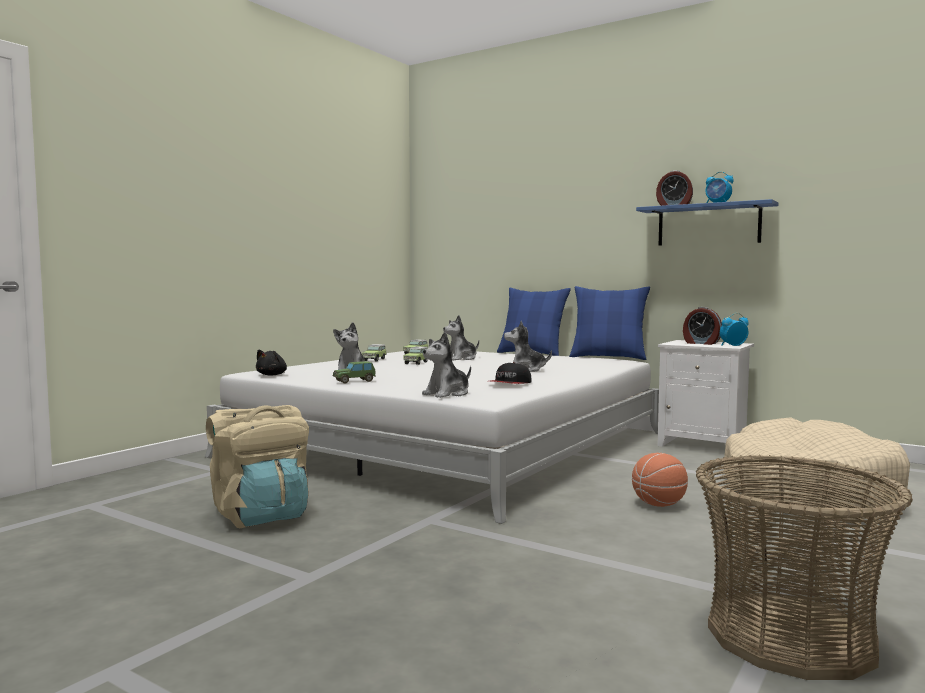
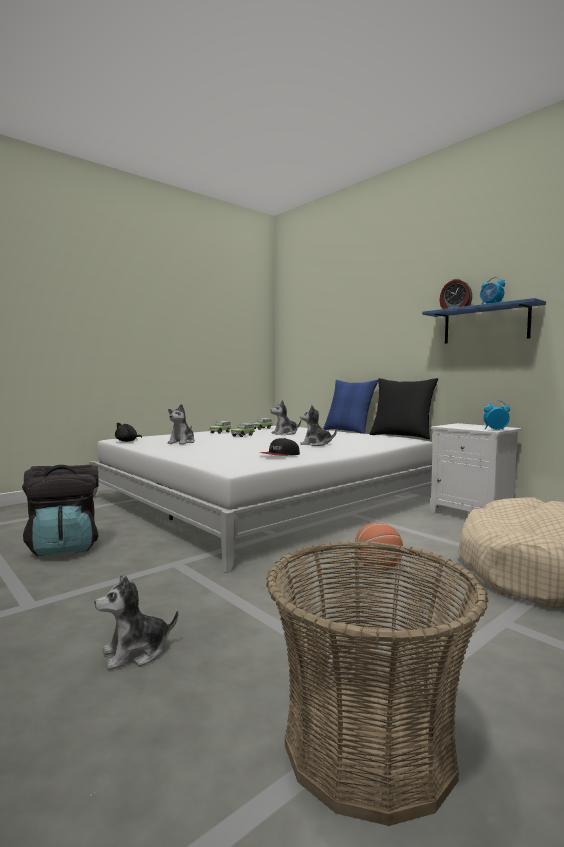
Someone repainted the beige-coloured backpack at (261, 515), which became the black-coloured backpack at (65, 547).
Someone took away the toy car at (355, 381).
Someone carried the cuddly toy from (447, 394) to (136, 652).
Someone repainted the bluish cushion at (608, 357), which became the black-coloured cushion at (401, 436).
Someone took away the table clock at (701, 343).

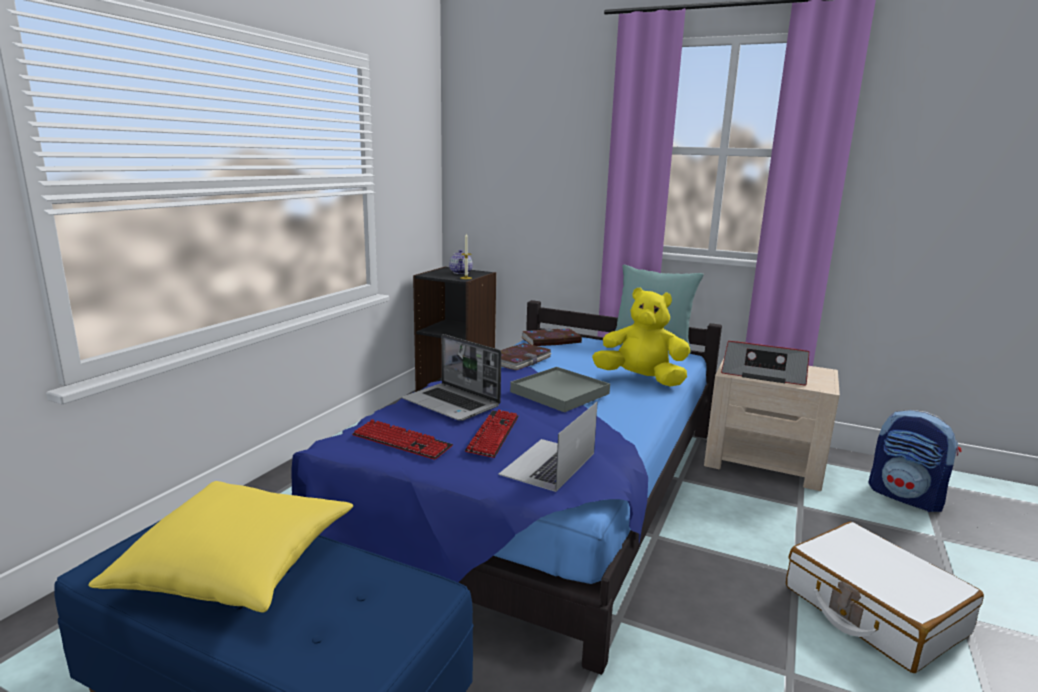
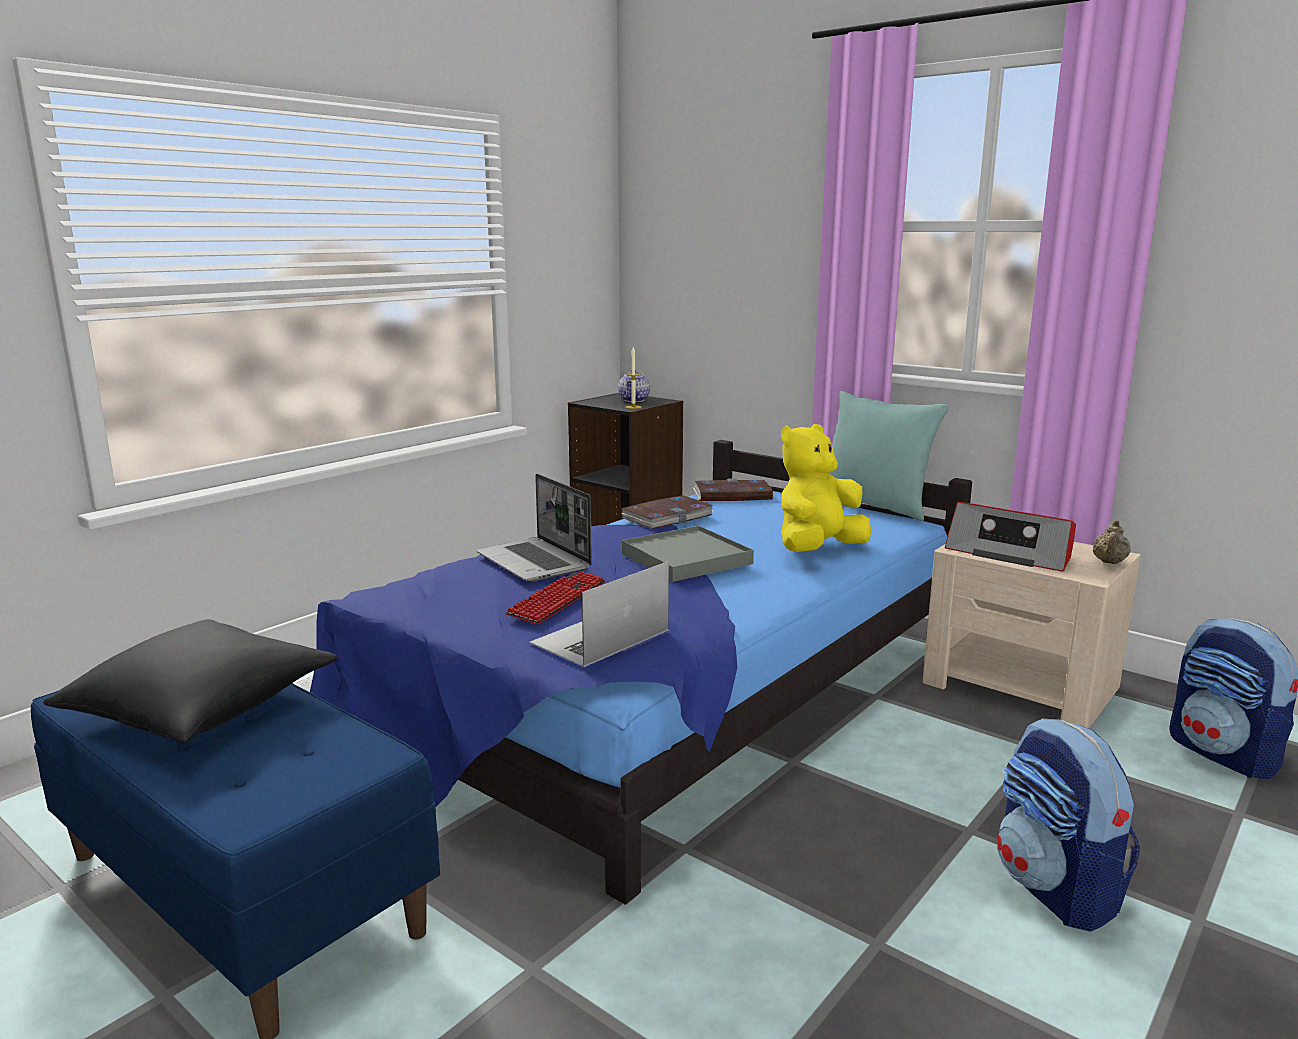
Someone repainted the yellow cushion at (238, 566), which became the black-coloured cushion at (202, 708).
Someone took away the keyboard at (401, 442).
Someone rotated the yellow cuddly toy at (641, 379) by 75 degrees counterclockwise.
Someone swapped the white suitcase at (872, 610) for the backpack at (1056, 889).
Someone put down the beige-coloured tea pot at (1109, 562).

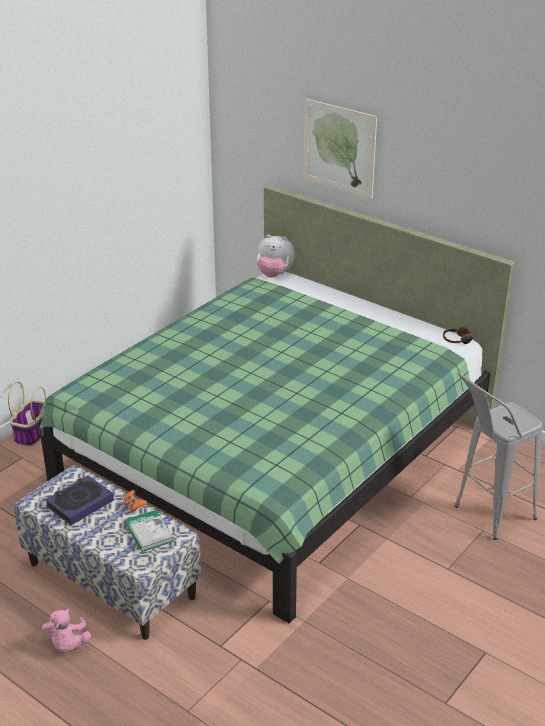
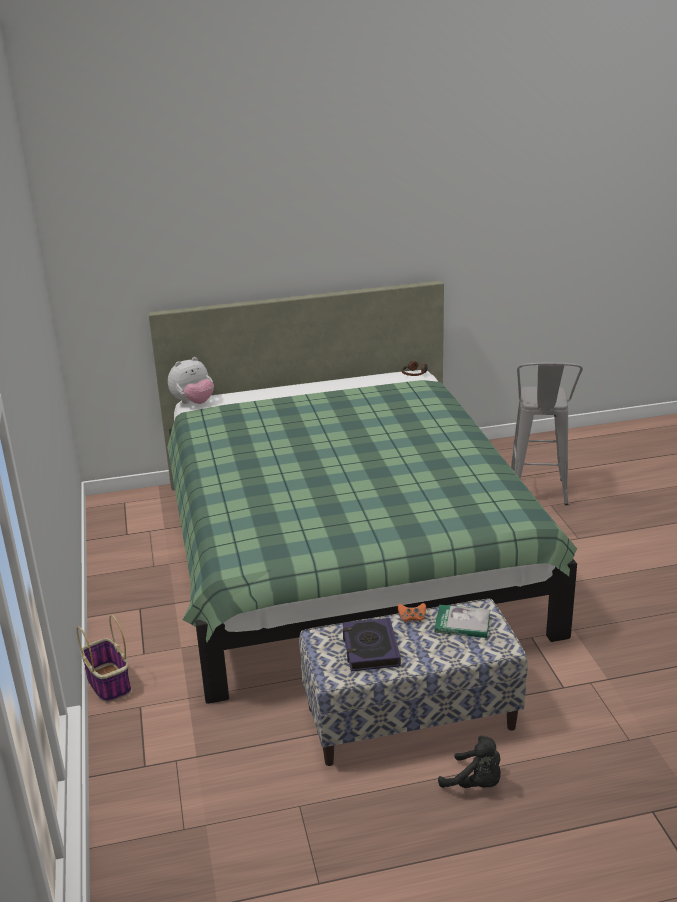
Someone repainted the pinkish cuddly toy at (68, 644), which became the black-coloured cuddly toy at (475, 783).
Someone took away the picture at (339, 148).

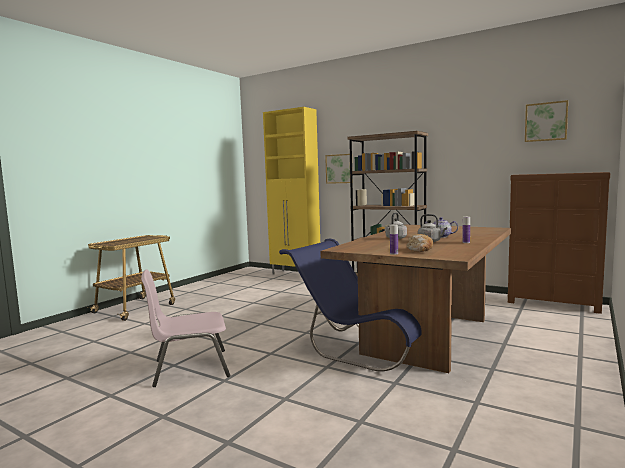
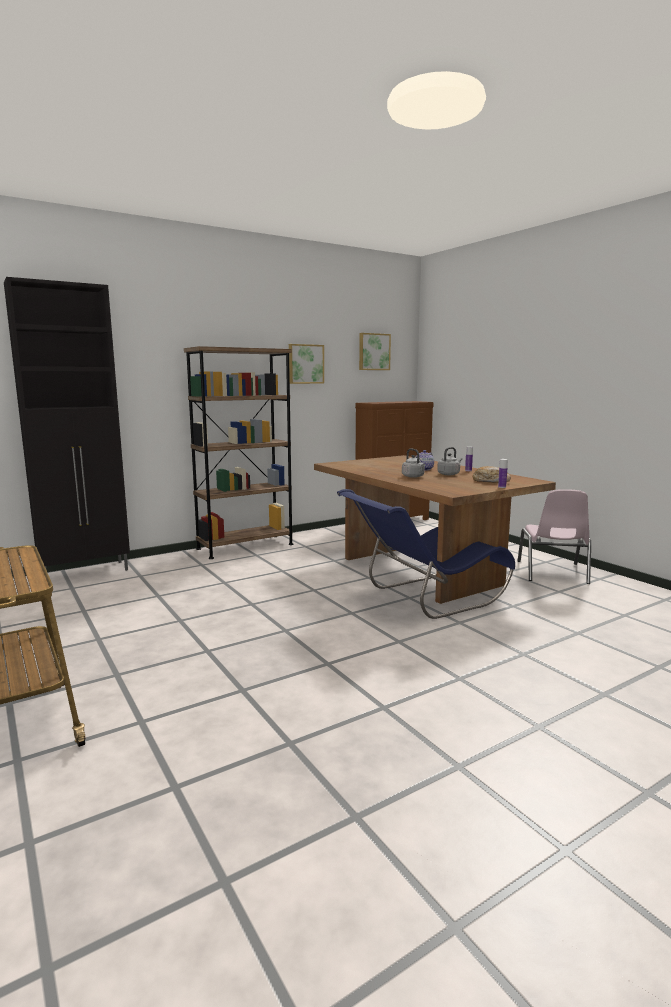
Someone carried the pinkish plain chair from (190, 368) to (552, 572).
Someone repainted the yellow cupboard at (296, 274), which became the black-coloured cupboard at (86, 572).
Someone carried the picture from (339, 168) to (305, 364).

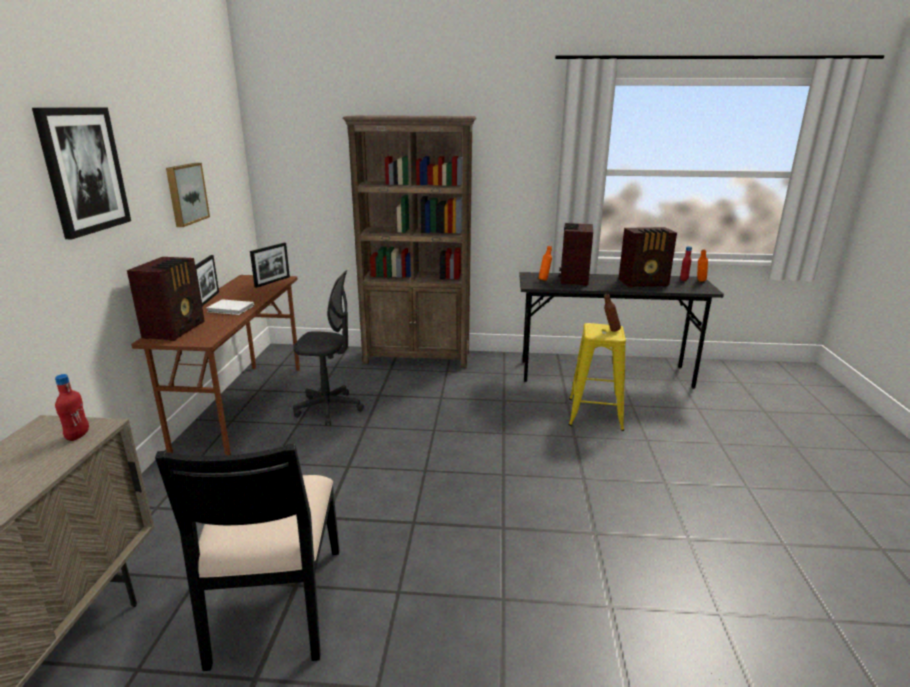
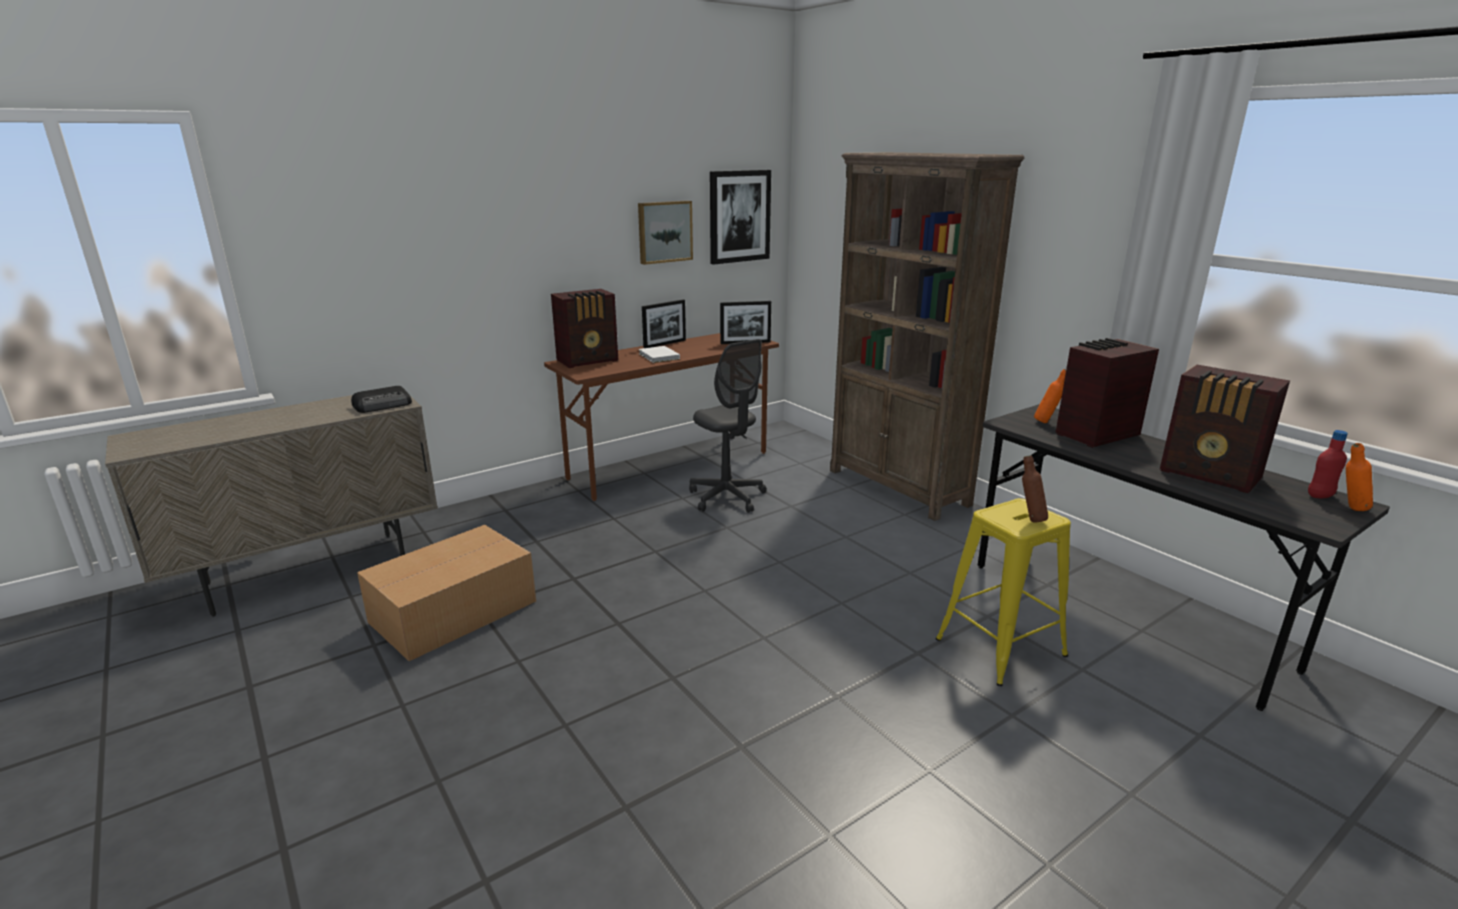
Someone carried the picture from (84, 170) to (739, 216).
Someone swapped the red-coloured drink bottle at (77, 436) for the radio at (383, 405).
Someone swapped the black-coloured plain chair at (274, 604) for the carton at (451, 612).

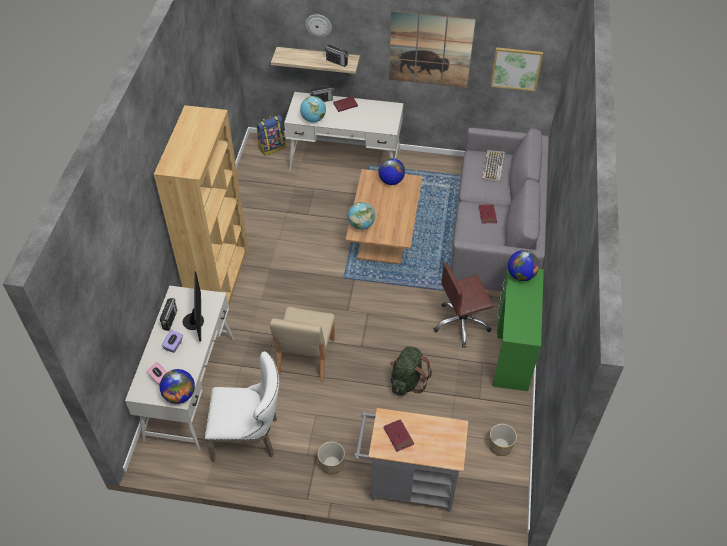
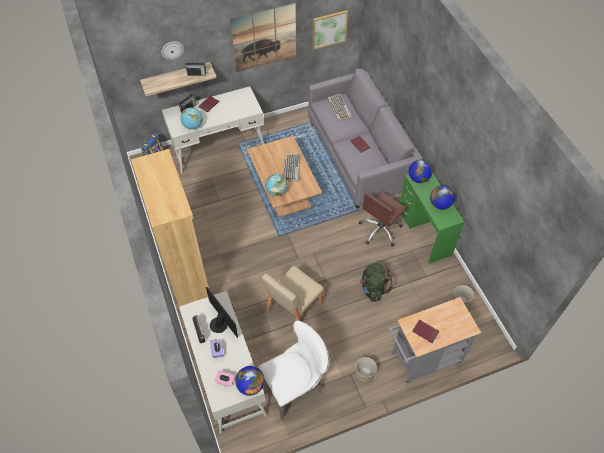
Someone rotated the beige-coloured plain chair at (305, 357) by 60 degrees clockwise.
Someone carried the desk globe from (391, 181) to (440, 204).
Someone put down the keyboard at (292, 168).

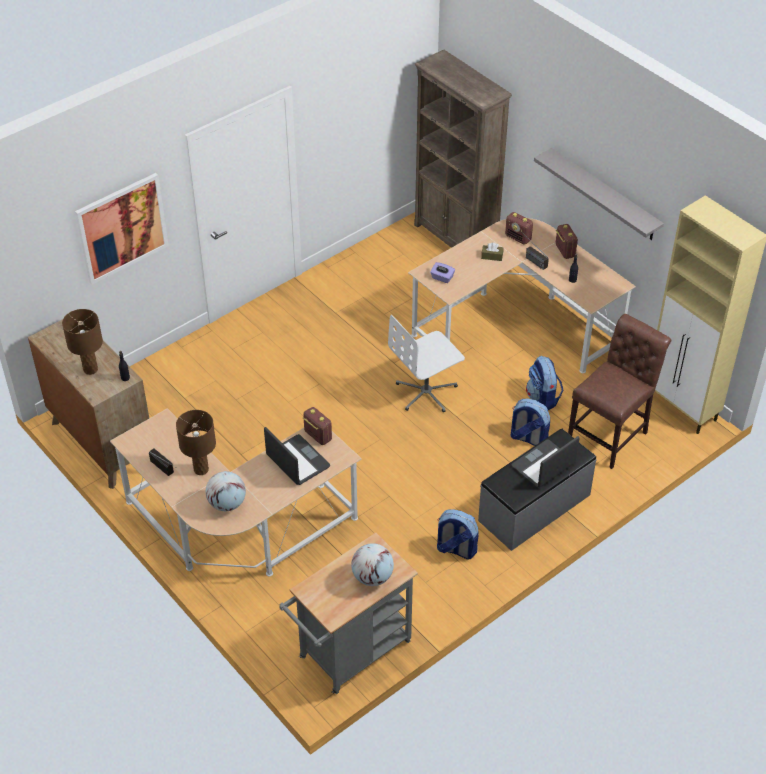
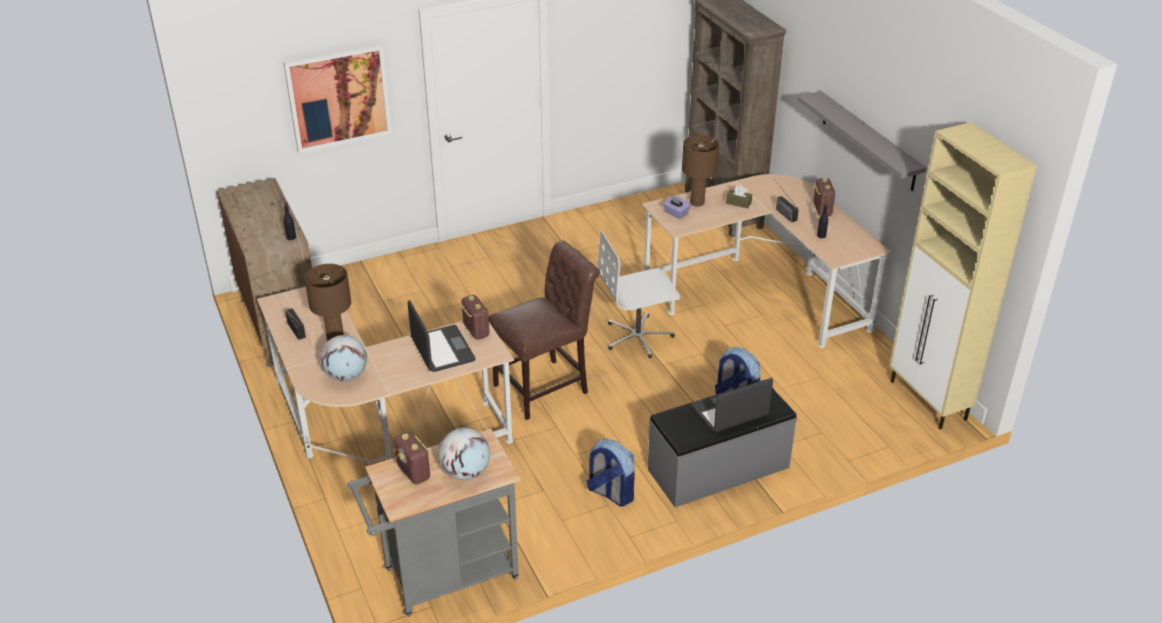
Someone carried the brown-coloured lamp for a table from (90, 369) to (697, 203).
Someone carried the radio from (518, 238) to (414, 472).
Someone took away the backpack at (542, 398).
Someone carried the brown-coloured plain chair from (610, 434) to (546, 387).

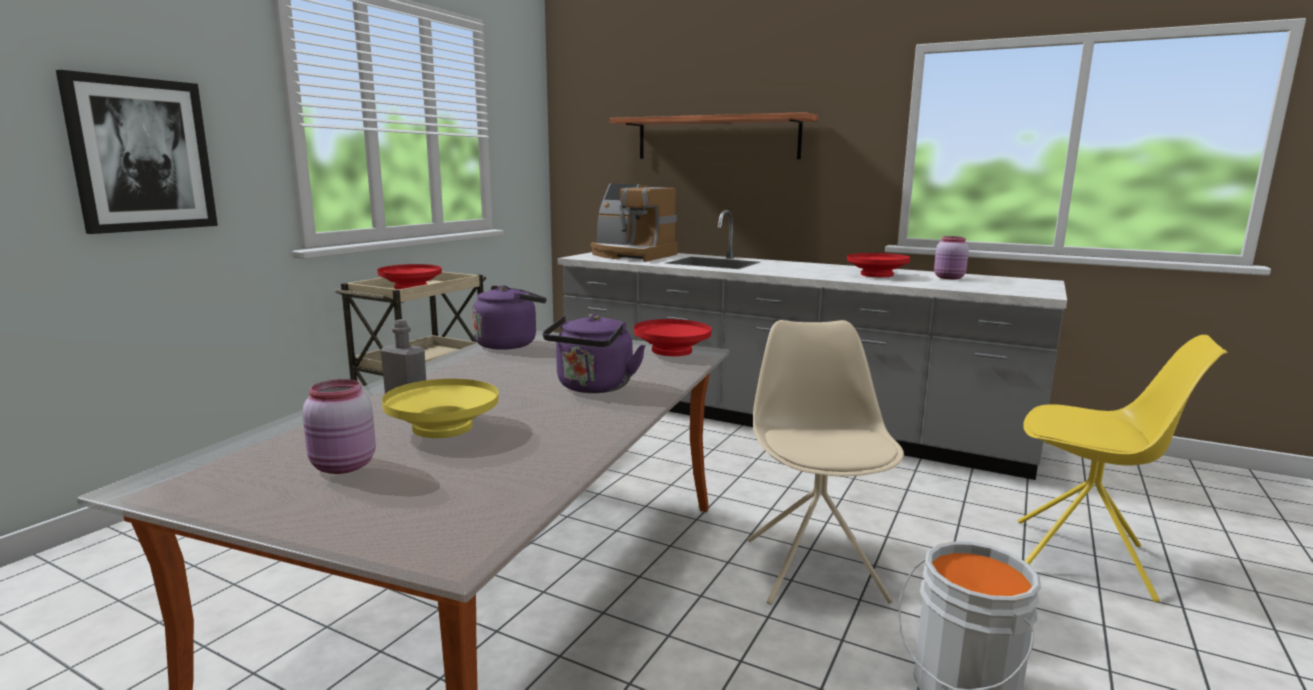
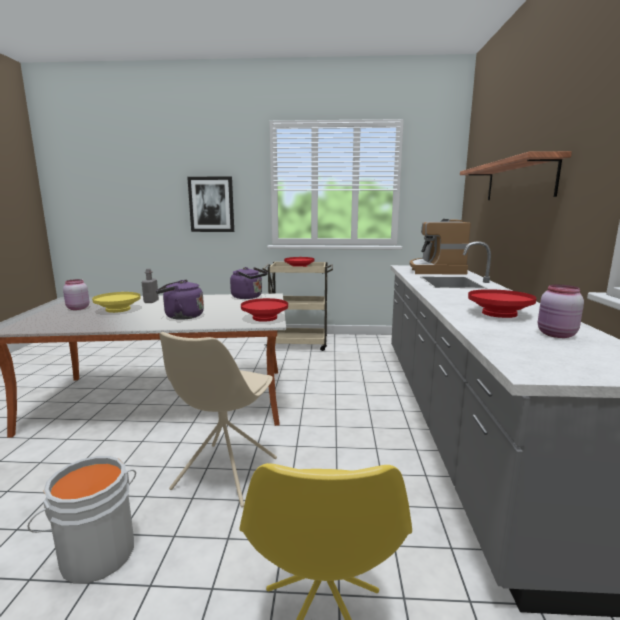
Someone rotated the beige-coloured plain chair at (814, 568) by 135 degrees clockwise.

